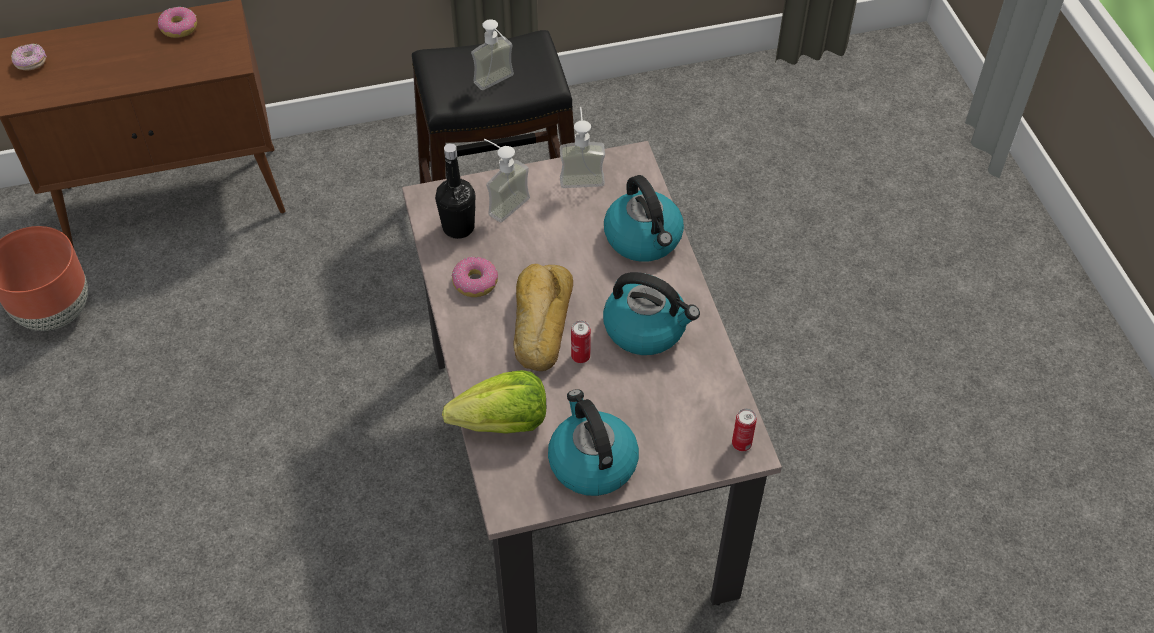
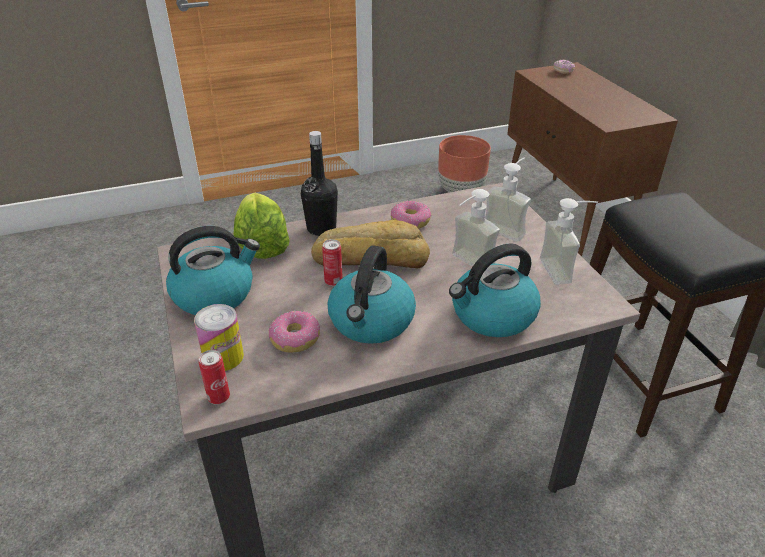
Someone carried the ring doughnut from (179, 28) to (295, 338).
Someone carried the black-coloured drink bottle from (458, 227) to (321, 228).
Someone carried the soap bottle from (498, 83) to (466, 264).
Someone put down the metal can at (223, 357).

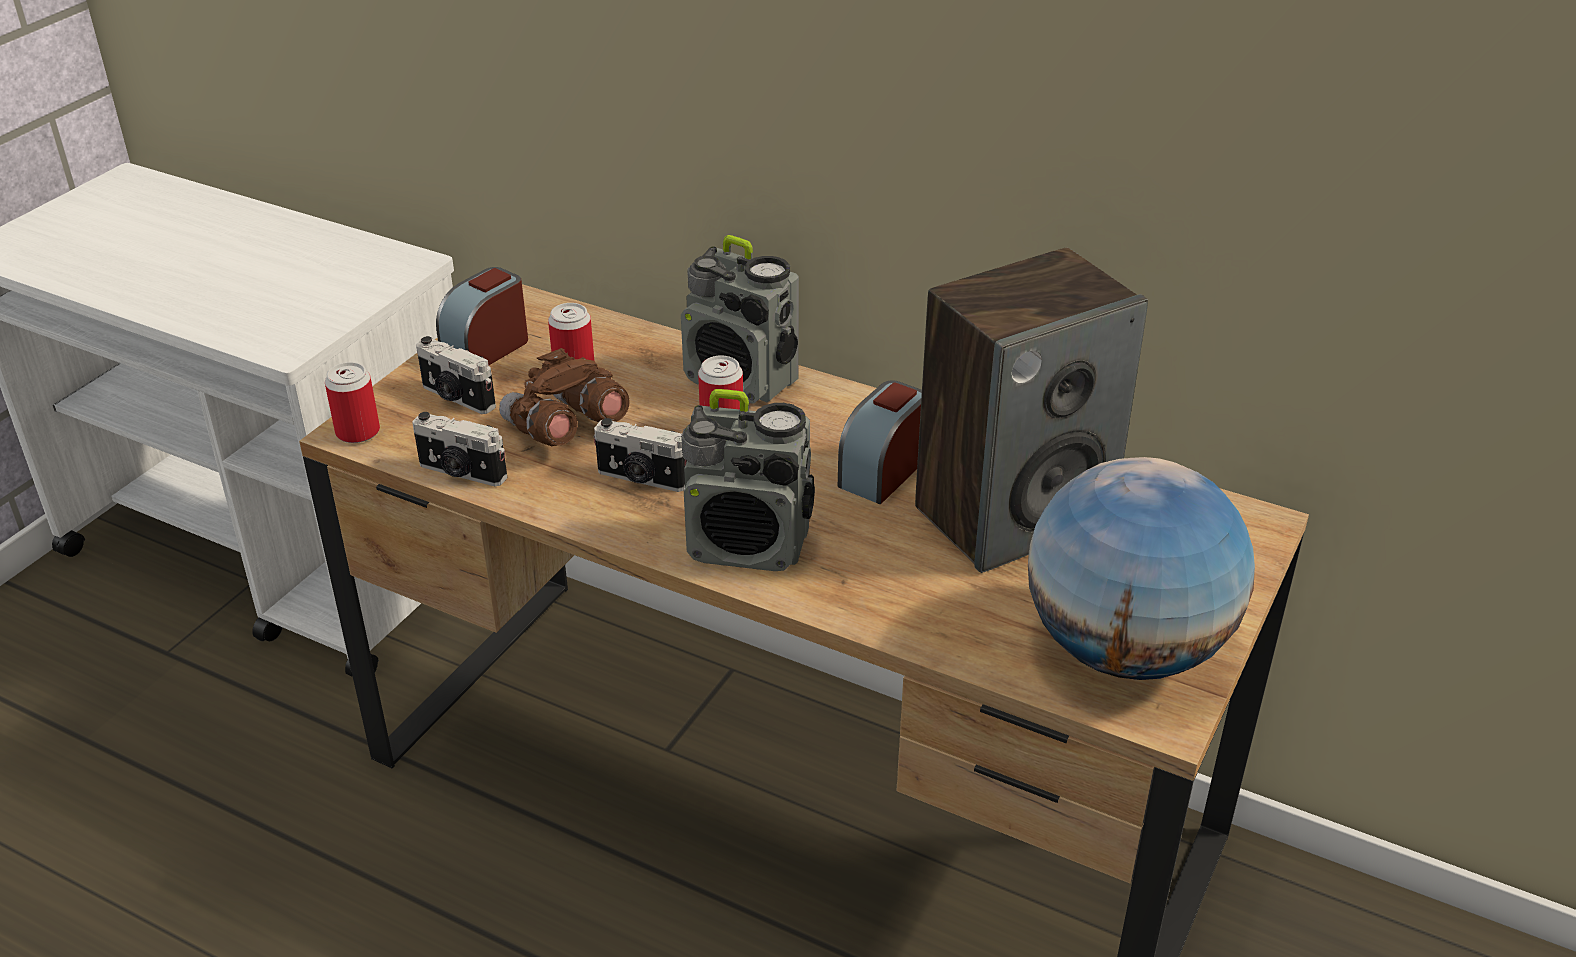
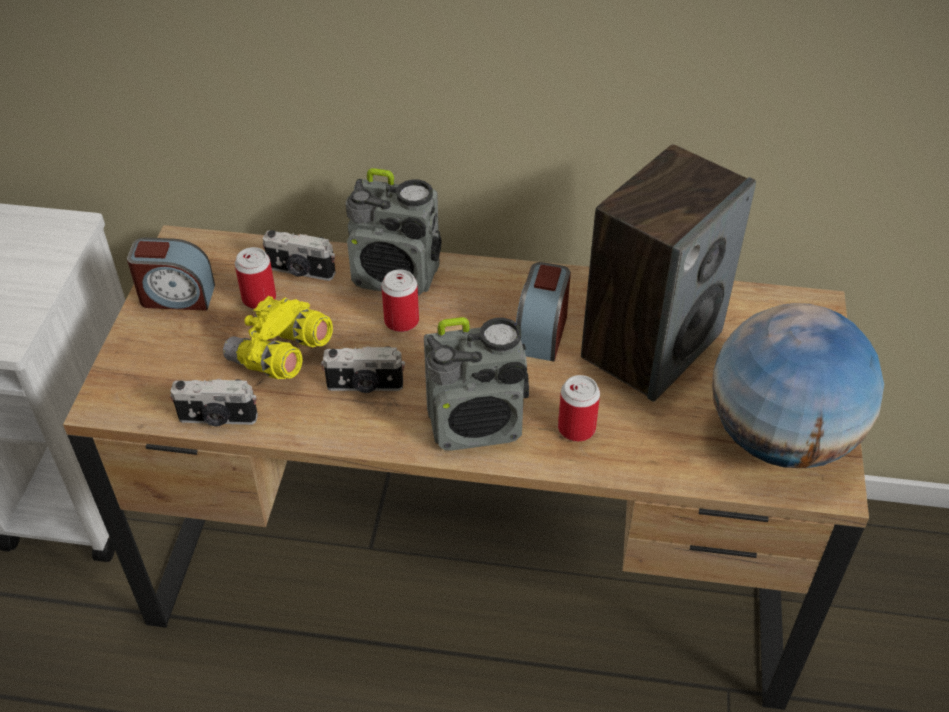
Someone carried the metal can from (358, 432) to (576, 428).
Someone carried the still camera from (456, 398) to (300, 272).
Someone rotated the table clock at (486, 349) by 105 degrees counterclockwise.
Someone repainted the brown-coloured pair of binoculars at (564, 430), which became the yellow pair of binoculars at (280, 357).

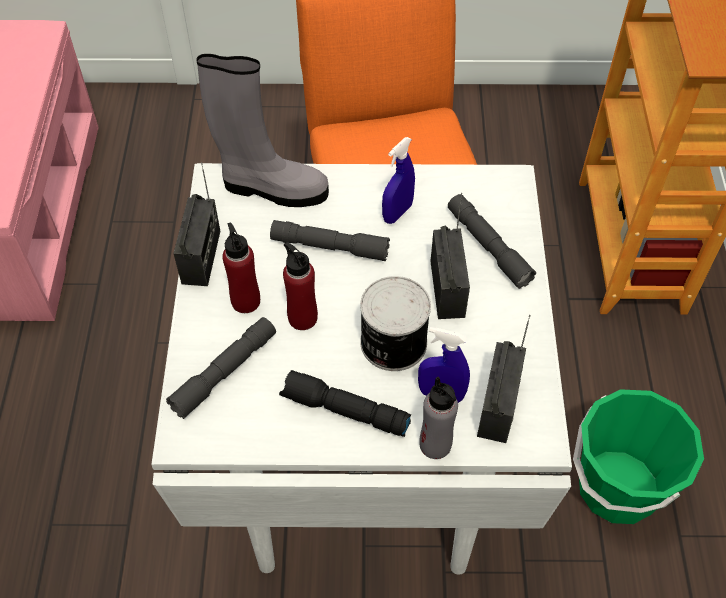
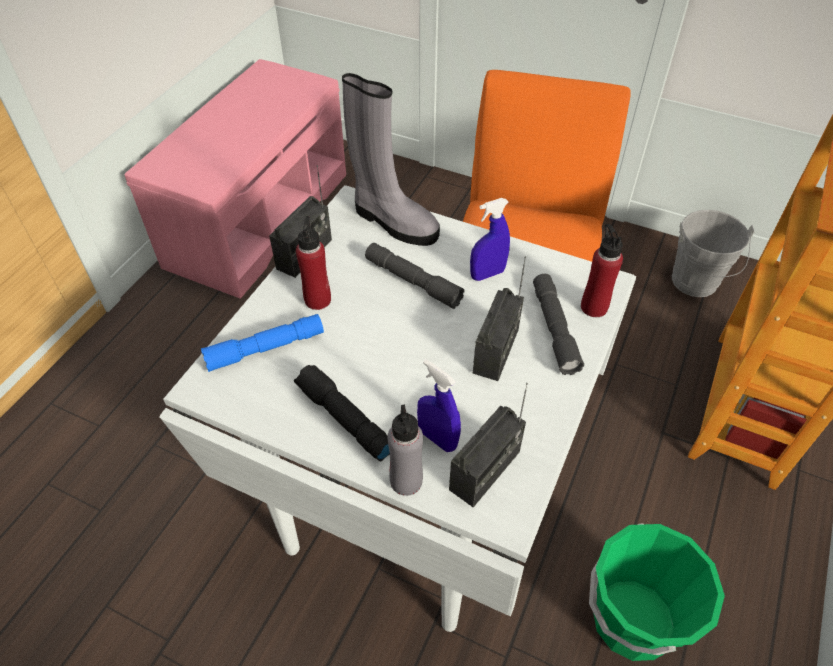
Someone repainted the greyish torch at (224, 372), which became the bluish torch at (265, 348).
Someone carried the red-coloured drink bottle from (302, 318) to (594, 307).
Someone took away the metal can at (391, 343).
Someone put down the greyish bucket at (695, 285).

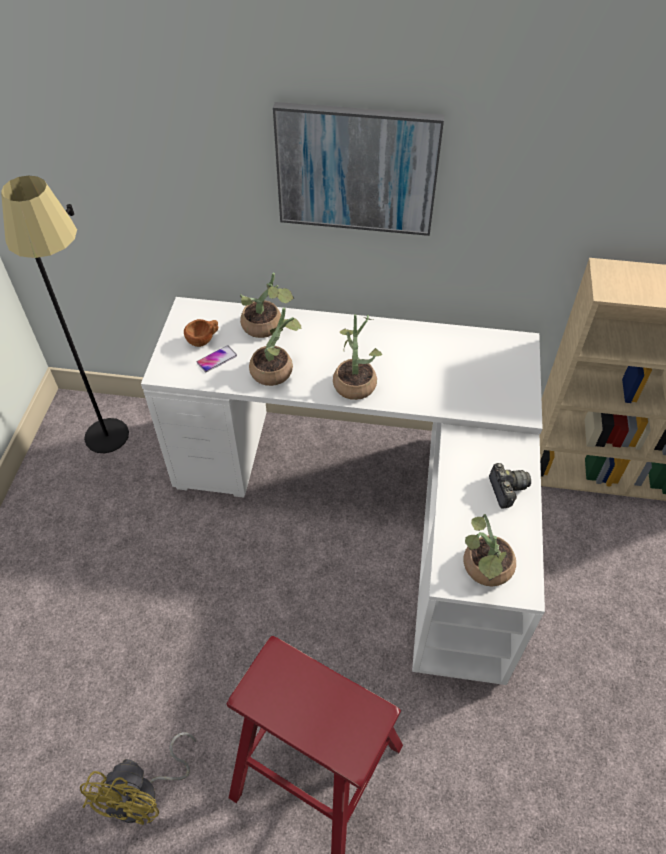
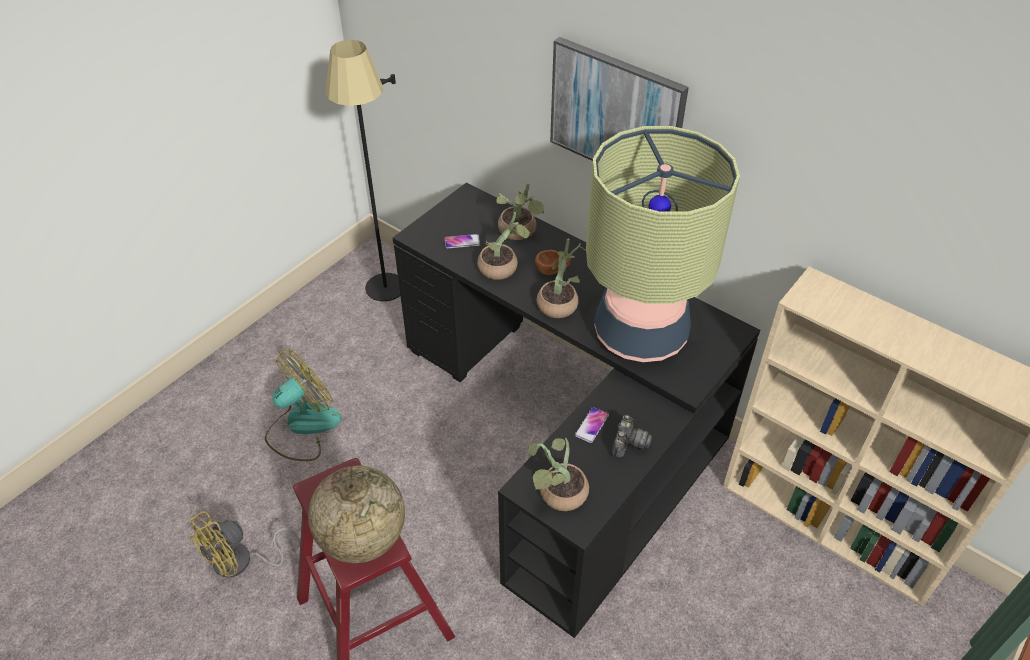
Someone repainted the white desk unit at (372, 500), which became the black-coloured desk unit at (567, 434).
Someone carried the brown-coloured drinking cup from (204, 339) to (552, 270).
Someone put down the fan at (302, 426).
Someone put down the desk globe at (362, 538).
Someone put down the phone at (591, 425).
Someone put down the lamp for a table at (640, 333).

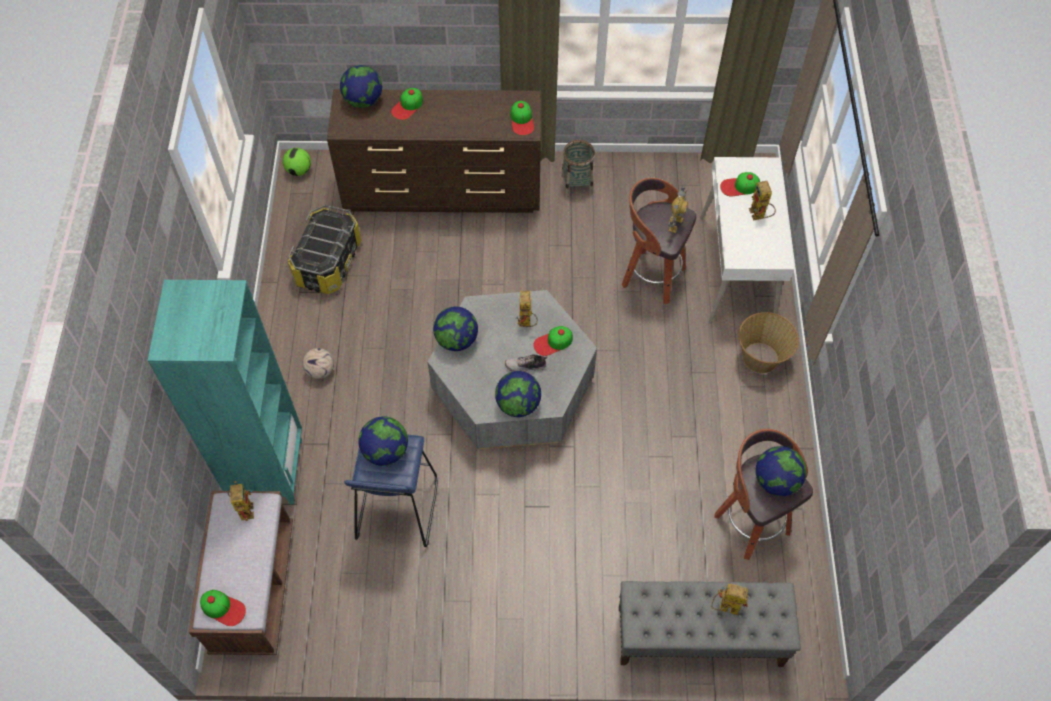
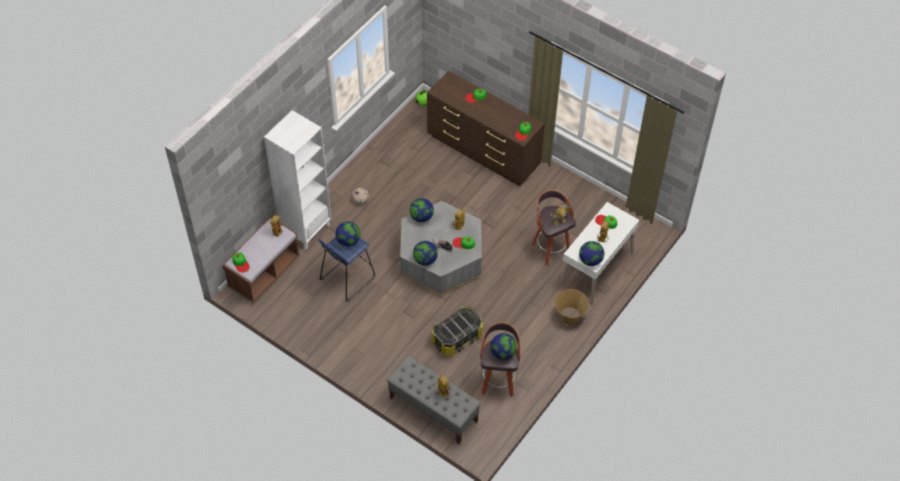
Someone repainted the turquoise bookshelf at (268, 470), which became the white bookshelf at (306, 229).
Someone carried the storage container from (328, 262) to (457, 338).
Someone carried the desk globe from (363, 101) to (590, 260).
Someone took away the storage basket at (577, 184).

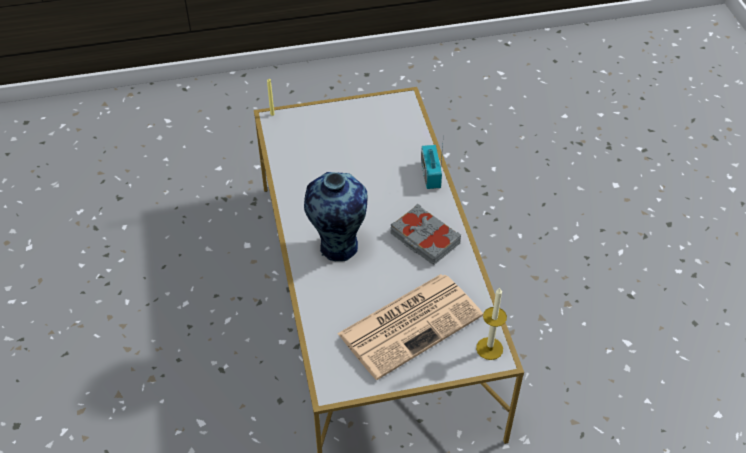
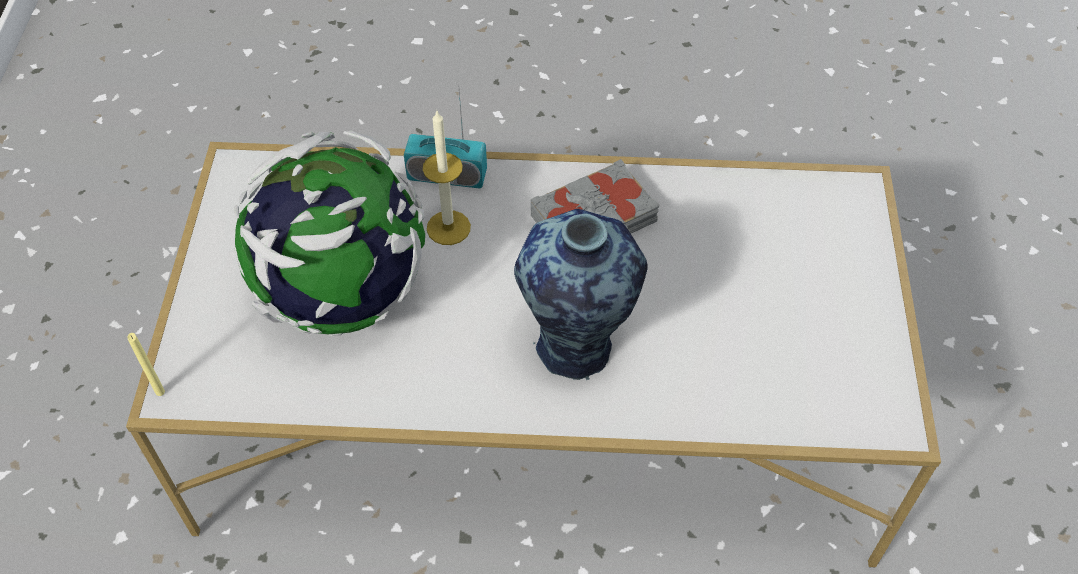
Someone took away the newspaper at (411, 323).
Someone carried the wax light from (489, 348) to (448, 227).
Someone put down the desk globe at (344, 297).

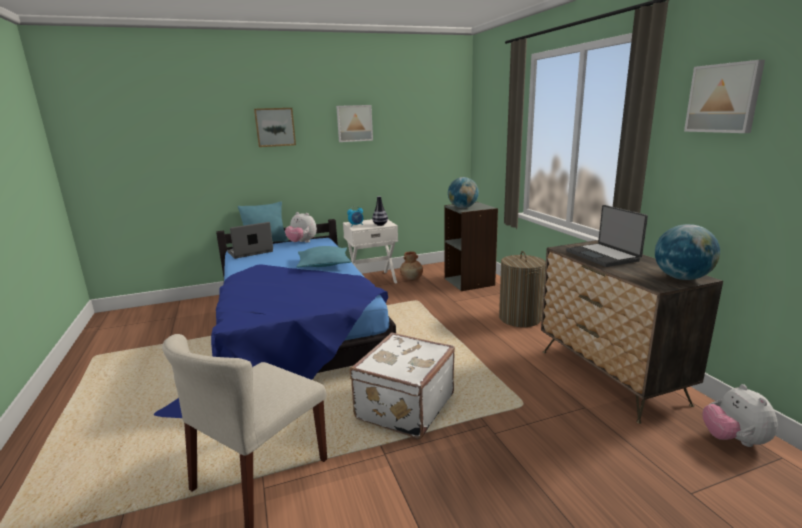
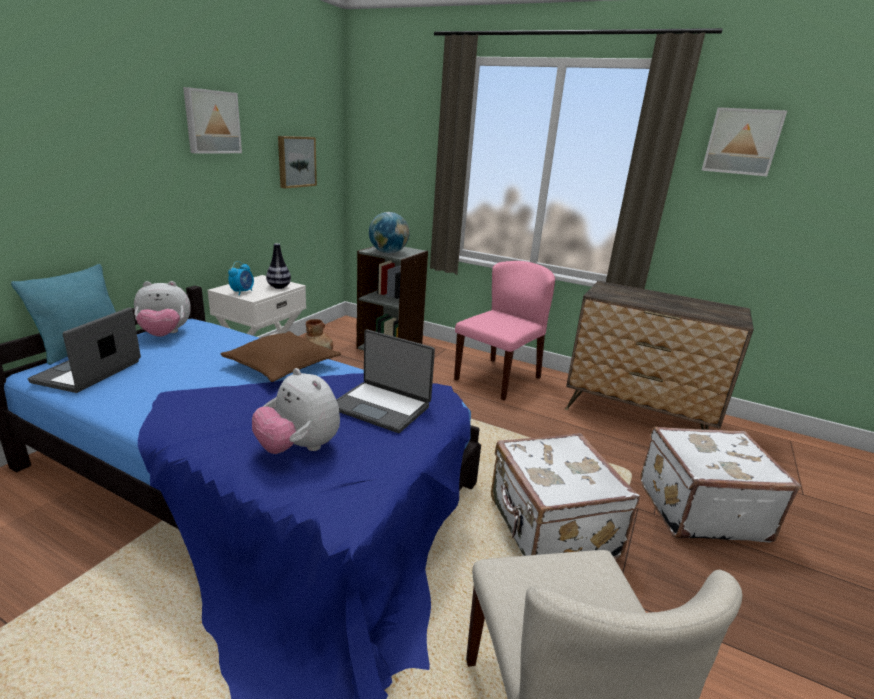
Someone carried the picture from (275, 127) to (296, 161).
Someone repainted the turquoise cushion at (323, 264), which became the brown-coloured cushion at (282, 366).
Someone swapped the laundry basket at (520, 318) for the pinkish plain chair at (498, 378).
Someone carried the notebook computer from (603, 256) to (381, 407).
Someone took away the desk globe at (682, 278).
Someone carried the cuddly toy from (734, 440) to (299, 448).
Someone put down the white suitcase at (699, 509).

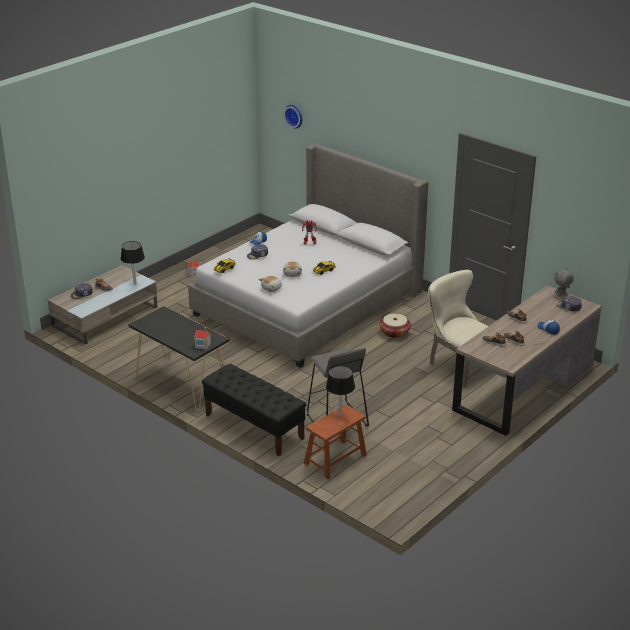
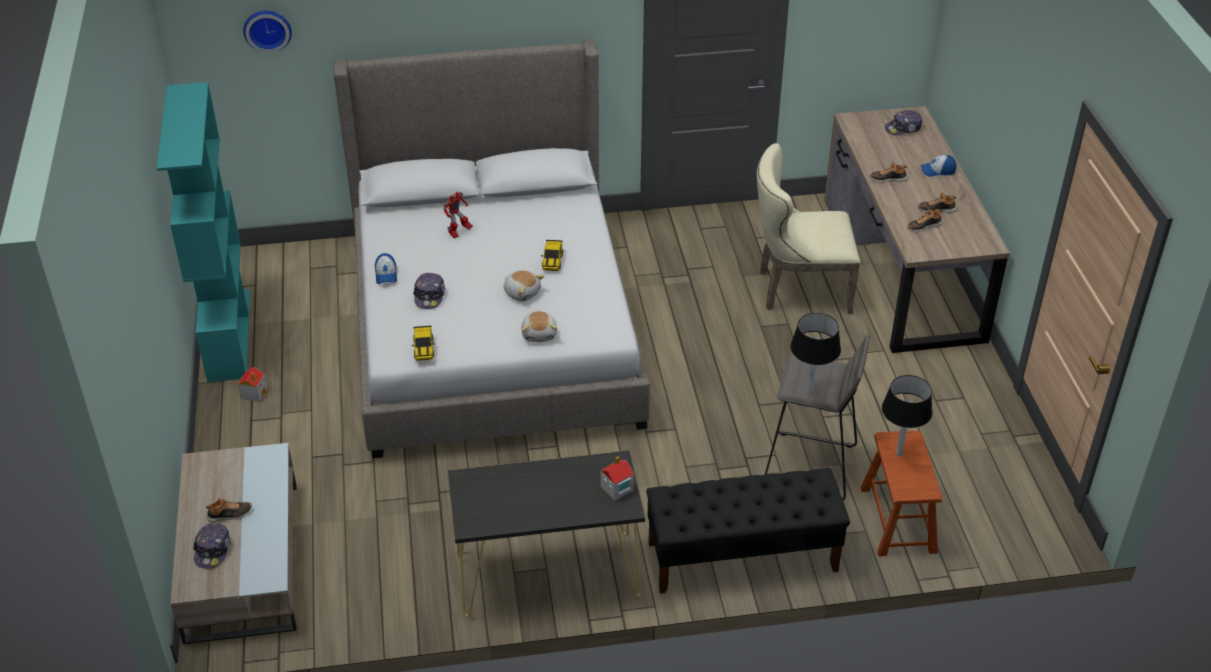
Someone carried the black-coloured lamp for a table from (135, 283) to (810, 393).
Someone took away the storage basket at (394, 332).
Someone took away the greyish cuddly toy at (561, 295).
Someone put down the turquoise bookshelf at (228, 334).

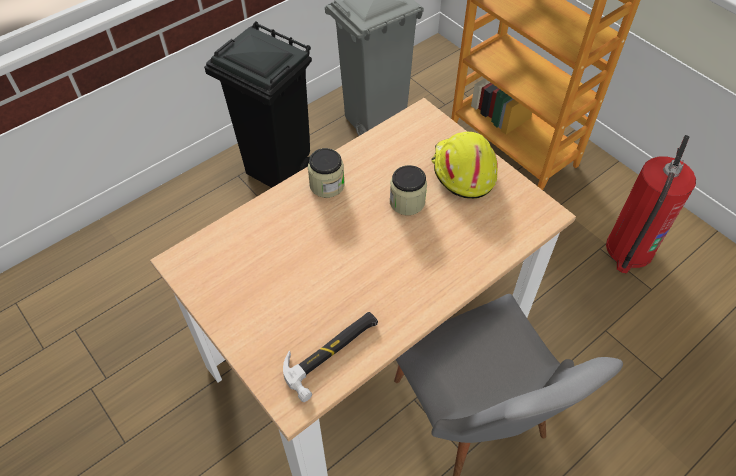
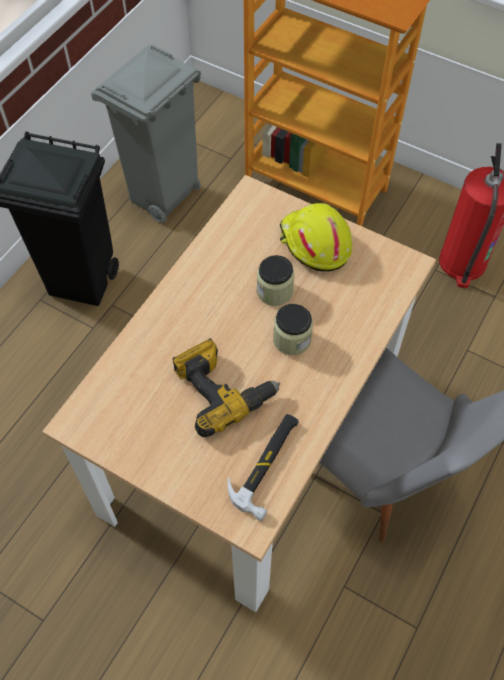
Someone carried the jar from (327, 185) to (292, 339).
Someone put down the power drill at (222, 390).

